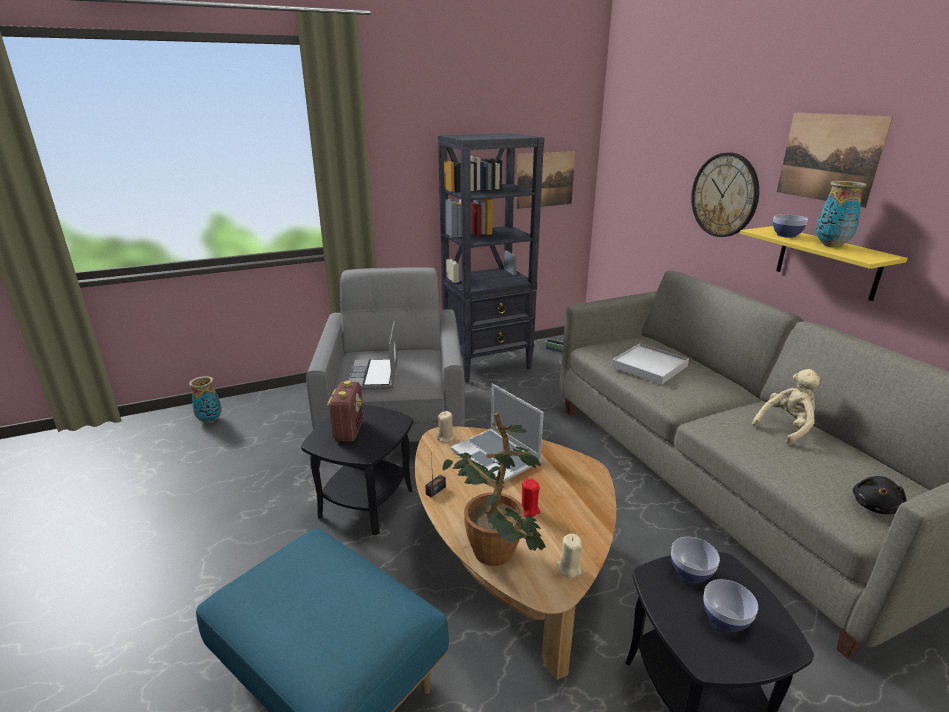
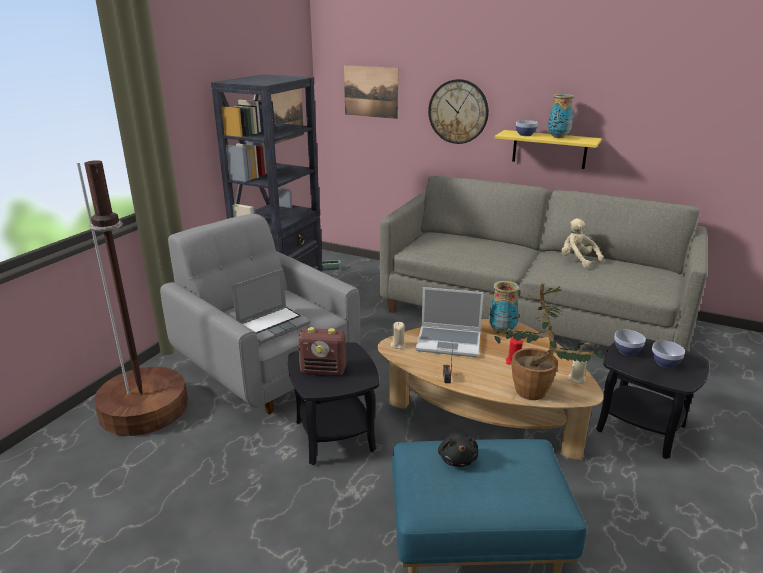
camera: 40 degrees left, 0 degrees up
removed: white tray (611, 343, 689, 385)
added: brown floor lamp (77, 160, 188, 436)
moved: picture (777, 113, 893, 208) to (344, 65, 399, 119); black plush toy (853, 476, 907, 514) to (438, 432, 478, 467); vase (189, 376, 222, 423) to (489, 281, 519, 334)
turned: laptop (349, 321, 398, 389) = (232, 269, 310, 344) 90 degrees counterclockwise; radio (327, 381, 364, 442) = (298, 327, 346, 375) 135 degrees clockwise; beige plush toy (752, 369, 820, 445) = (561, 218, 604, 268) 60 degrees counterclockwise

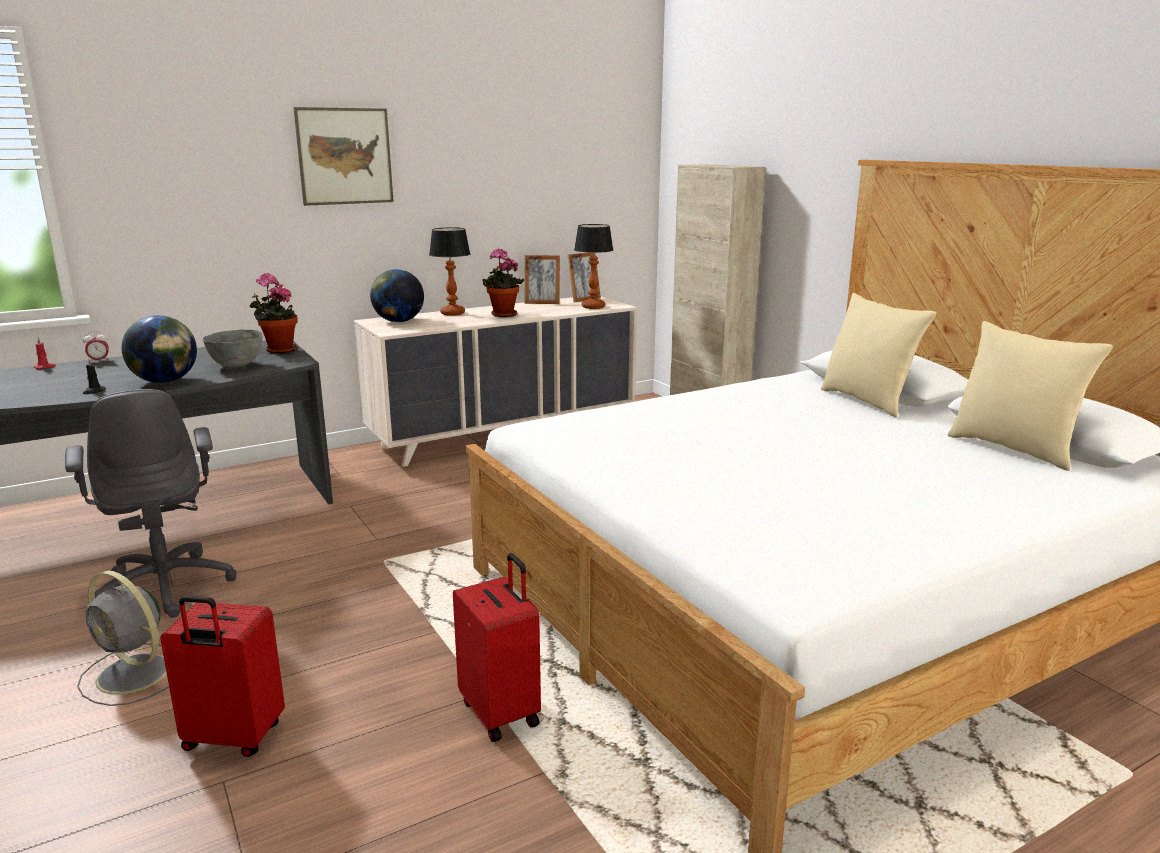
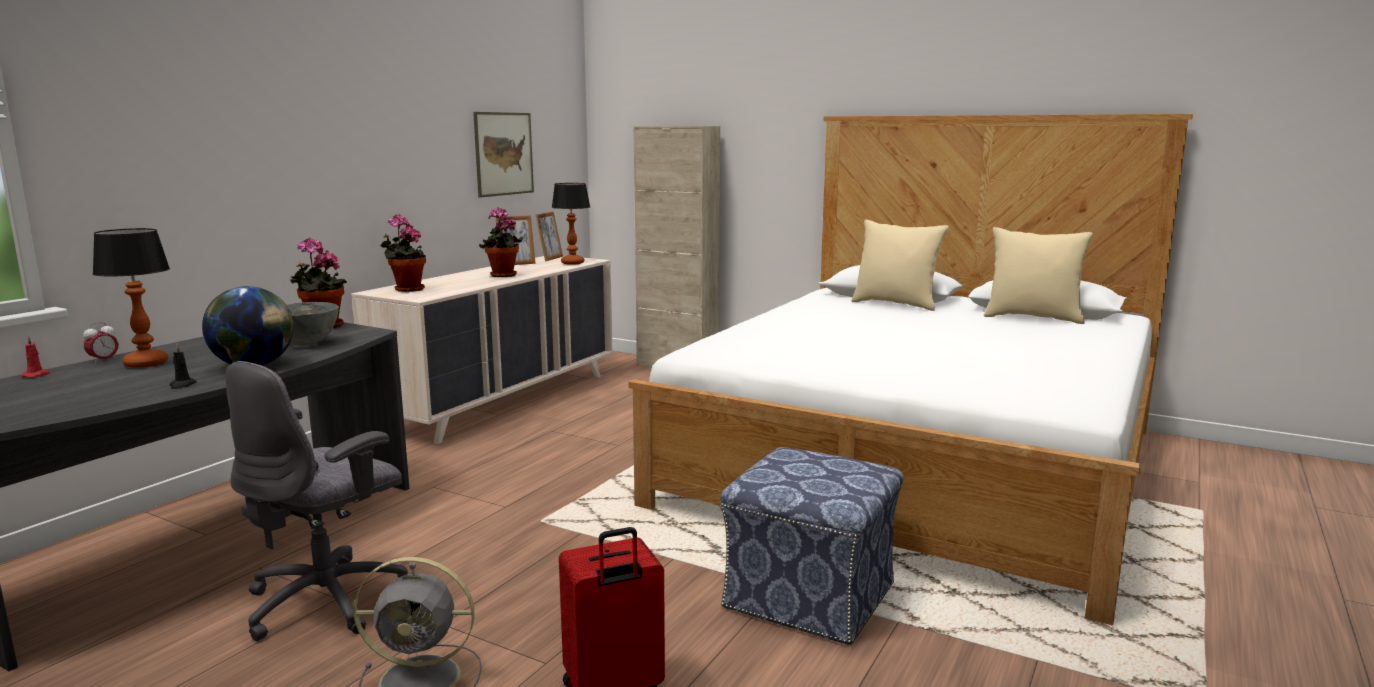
camera: 30 degrees left, 5 degrees down
moved: table lamp (429, 227, 470, 316) to (92, 228, 170, 368); picture (293, 107, 394, 206) to (473, 112, 534, 197)
replaced: globe (370, 269, 424, 322) to potted plant (380, 214, 426, 292); red suitcase (453, 553, 541, 742) to ottoman (720, 447, 903, 645)
turned: grey office chair (65, 389, 236, 618) = (226, 361, 408, 641) 90 degrees clockwise

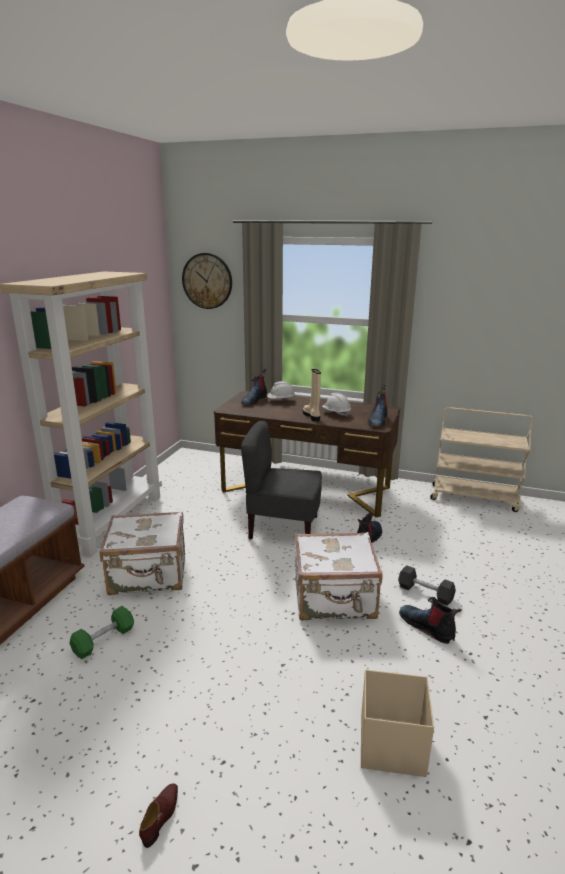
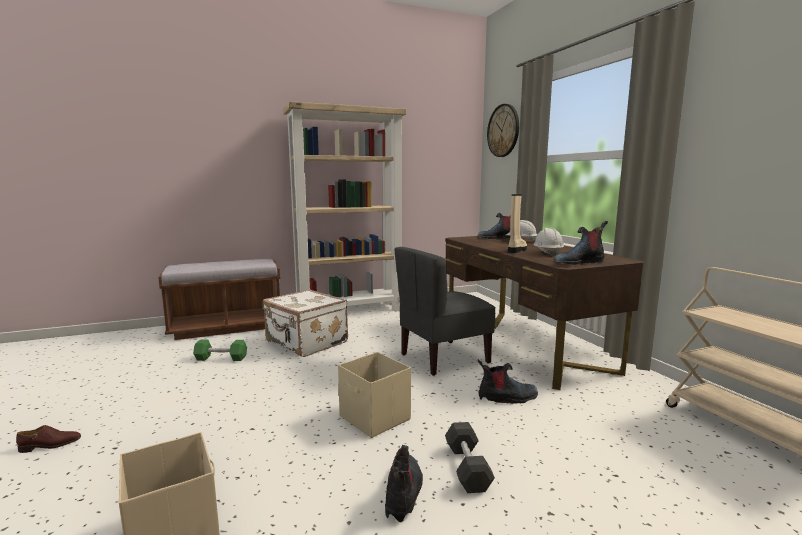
camera: 50 degrees right, 10 degrees down
replaced: white suitcase (295, 532, 383, 621) to beige storage box (338, 352, 411, 438)
turned: grey chair (241, 421, 322, 540) = (394, 247, 496, 376) 90 degrees counterclockwise

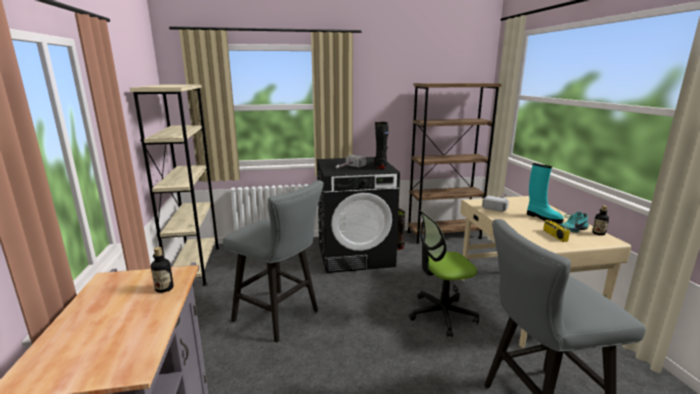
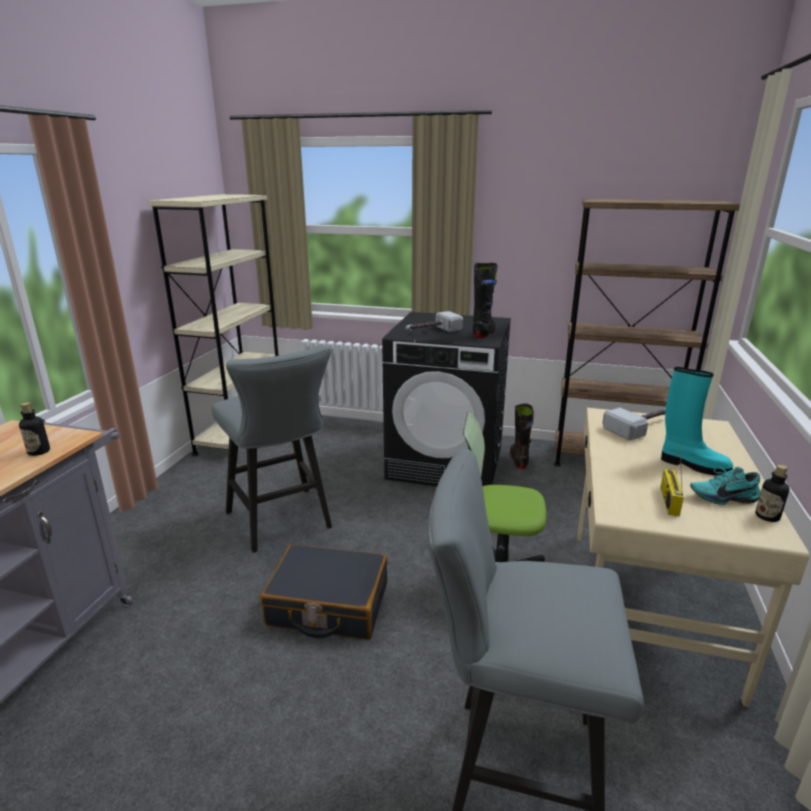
camera: 25 degrees right, 5 degrees up
added: black suitcase (261, 544, 388, 640)
turned: turquoise boot (527, 163, 564, 224) = (661, 367, 733, 476) 45 degrees counterclockwise

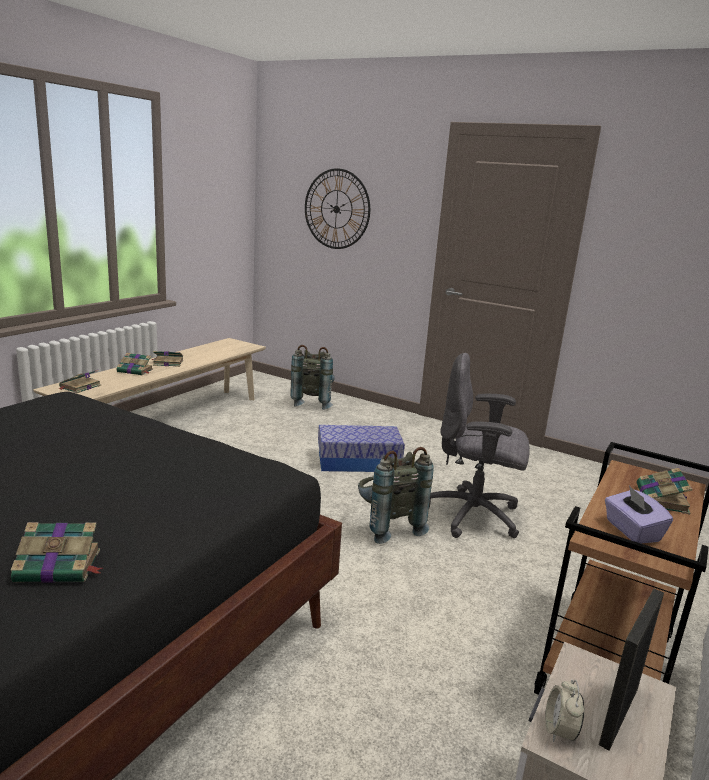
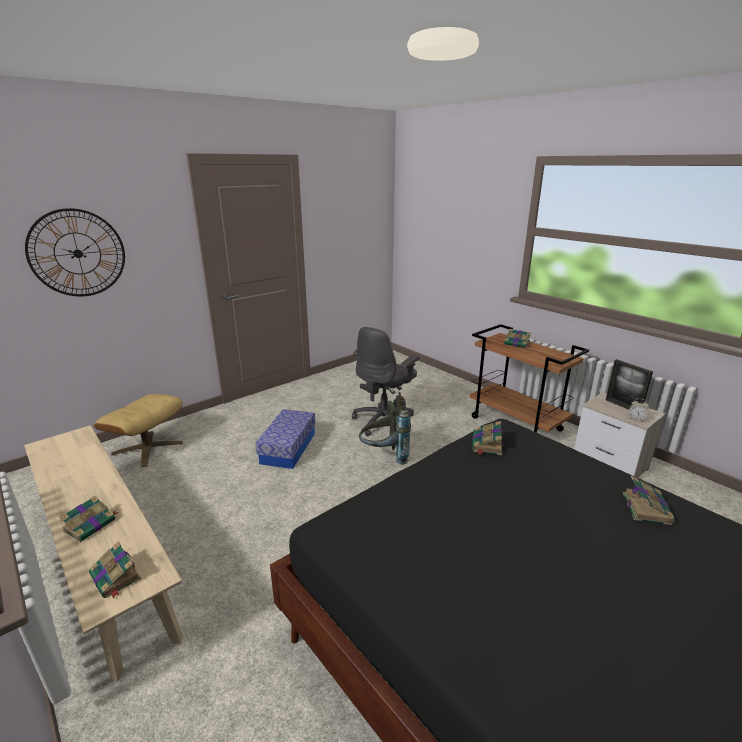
camera: 70 degrees left, 5 degrees up
removed: purple tissue box (605, 486, 673, 543)
moved: book (153, 351, 183, 367) to (472, 421, 504, 455)
replaced: grey backpack (290, 345, 335, 410) to beige ottoman (94, 394, 183, 467)

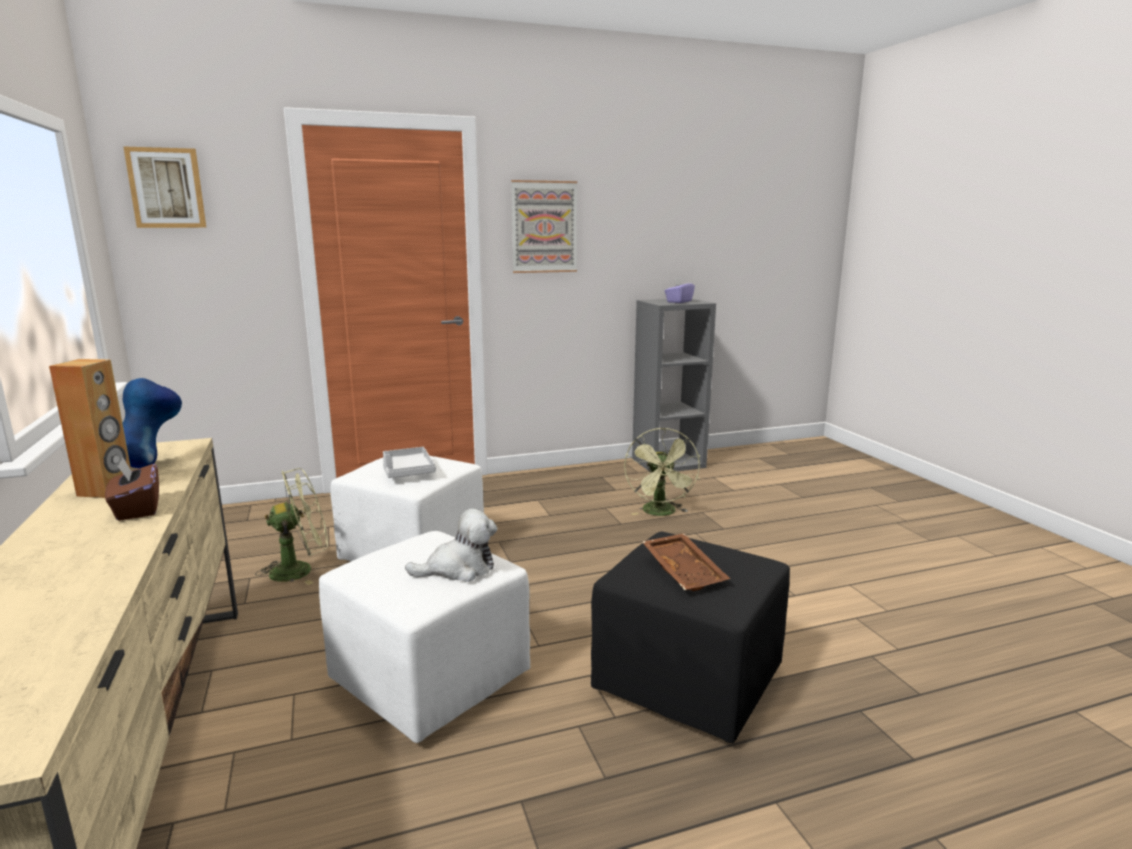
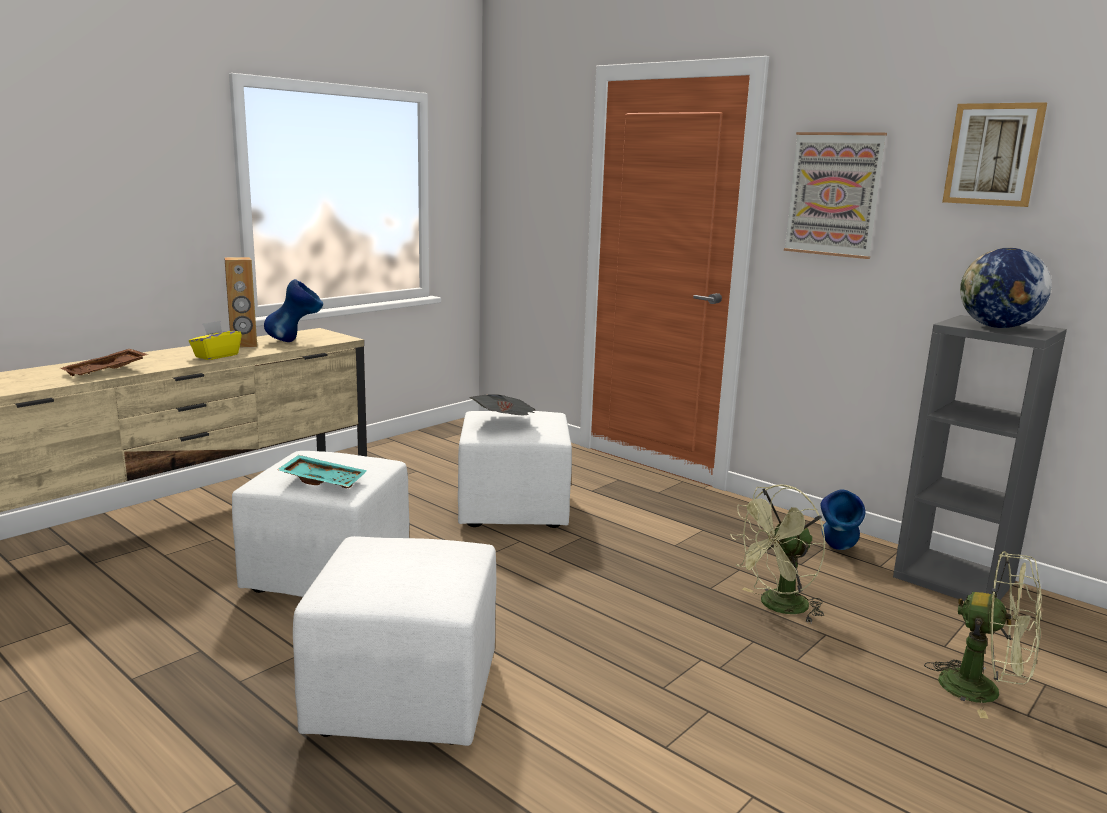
camera: 60 degrees right, 0 degrees up
added: blue vase (821, 489, 865, 550)
moved: brown tray (642, 533, 730, 591) to (60, 349, 149, 376); green fan (255, 468, 328, 585) to (924, 551, 1042, 719); picture (123, 146, 207, 228) to (942, 102, 1047, 207)
replaced: plush toy (405, 508, 497, 582) to turquoise tray (277, 455, 367, 488); grey tray (383, 447, 436, 478) to newspaper (469, 394, 535, 415); purple tissue box (665, 277, 695, 303) to globe (960, 248, 1052, 328)
recoloured: brown tissue box (105, 458, 159, 521) to yellow tissue box (189, 321, 242, 360); black ottoman (591, 532, 790, 743) to white ottoman (293, 536, 496, 746)

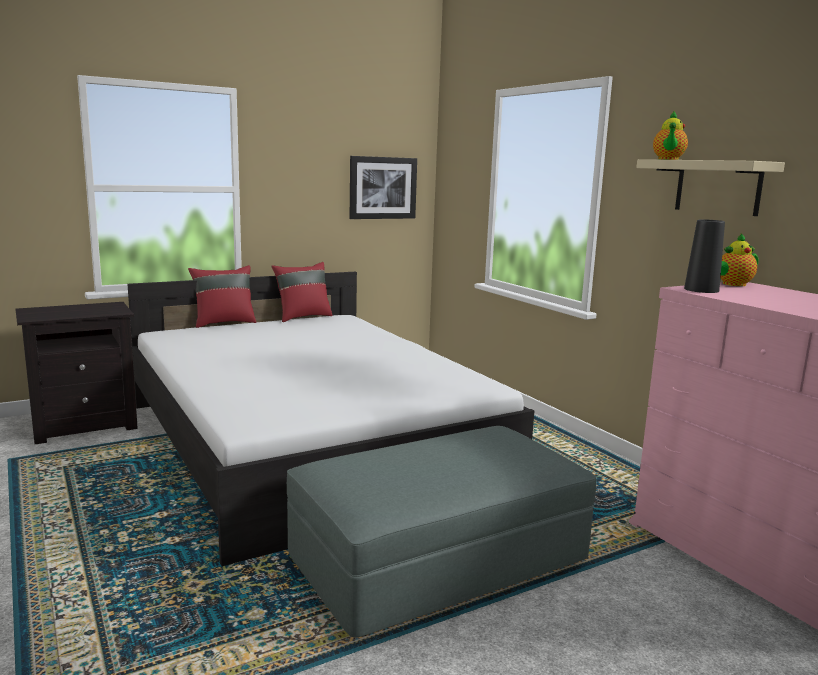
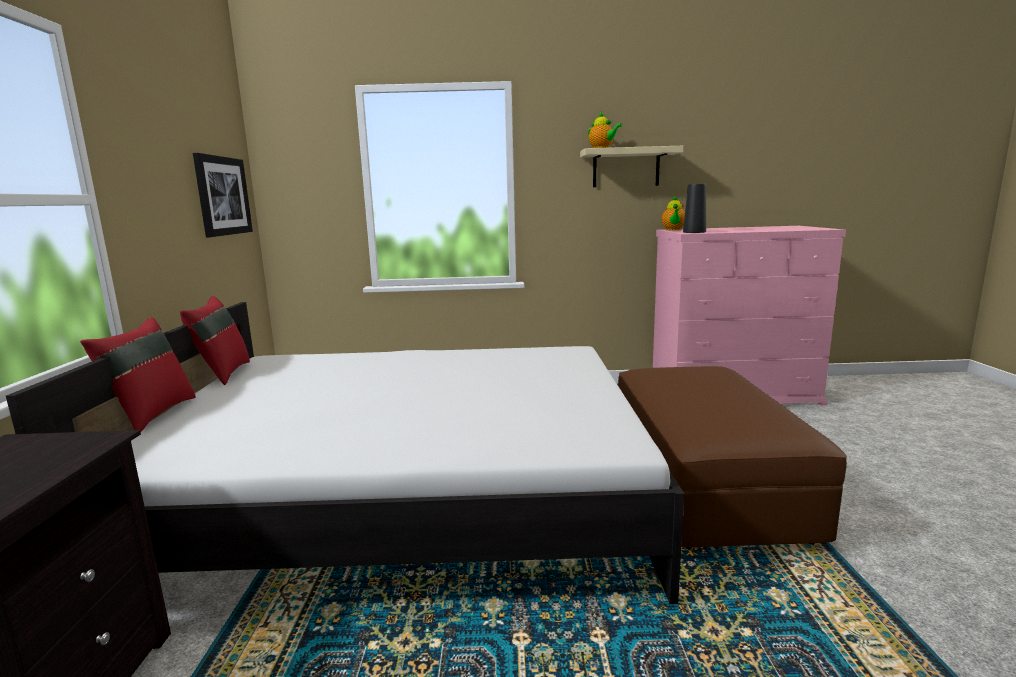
camera: 60 degrees left, 0 degrees up
recoloured: grey ottoman (287, 426, 596, 637) to brown ottoman (618, 366, 847, 549)

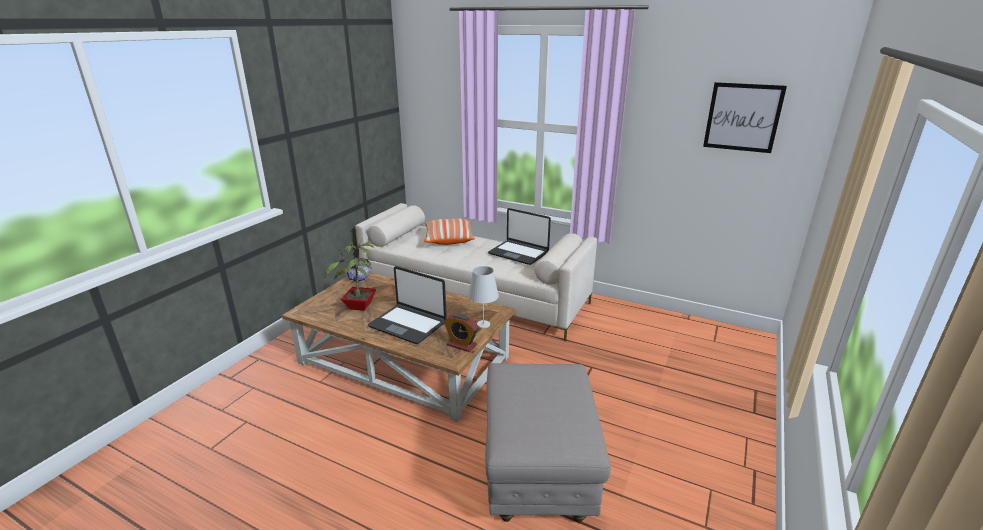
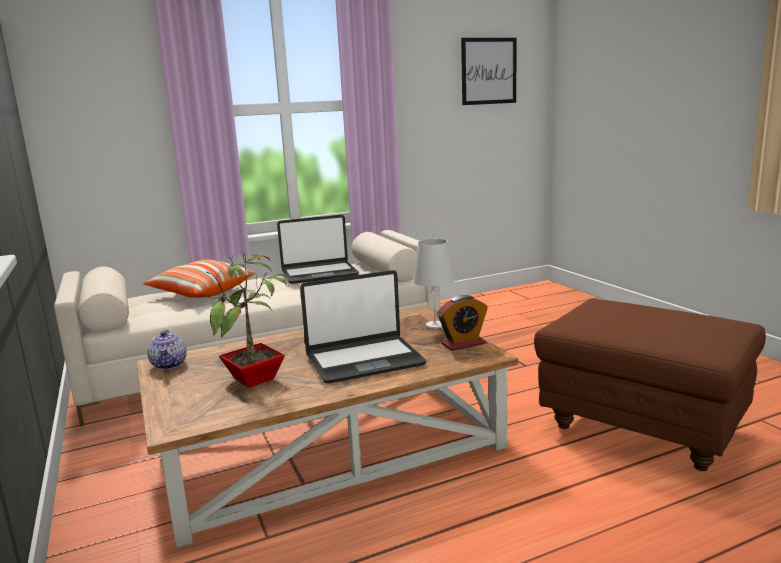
camera: 50 degrees left, 10 degrees down
recoloured: grey ottoman (485, 363, 611, 523) to brown ottoman (534, 298, 766, 471)

